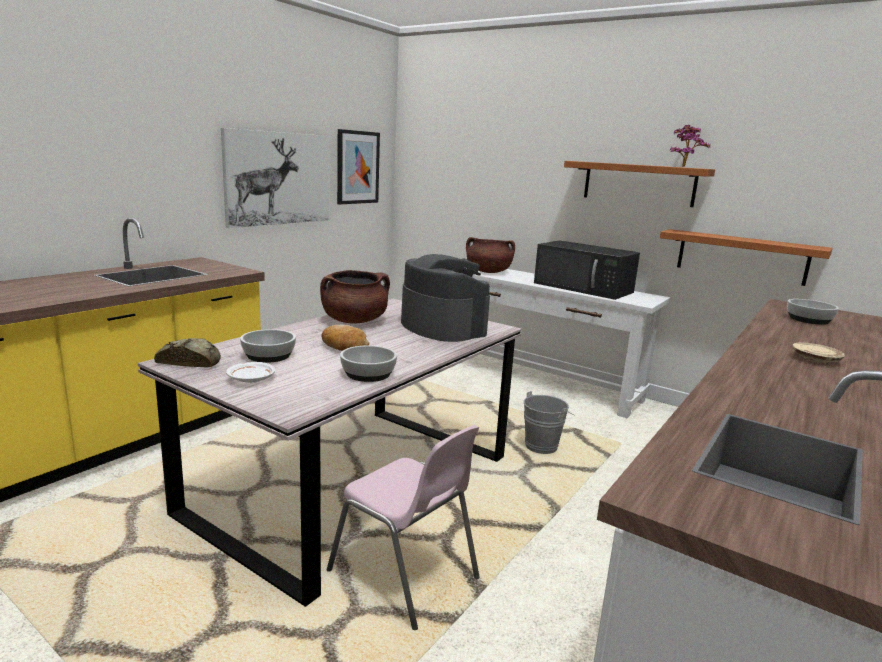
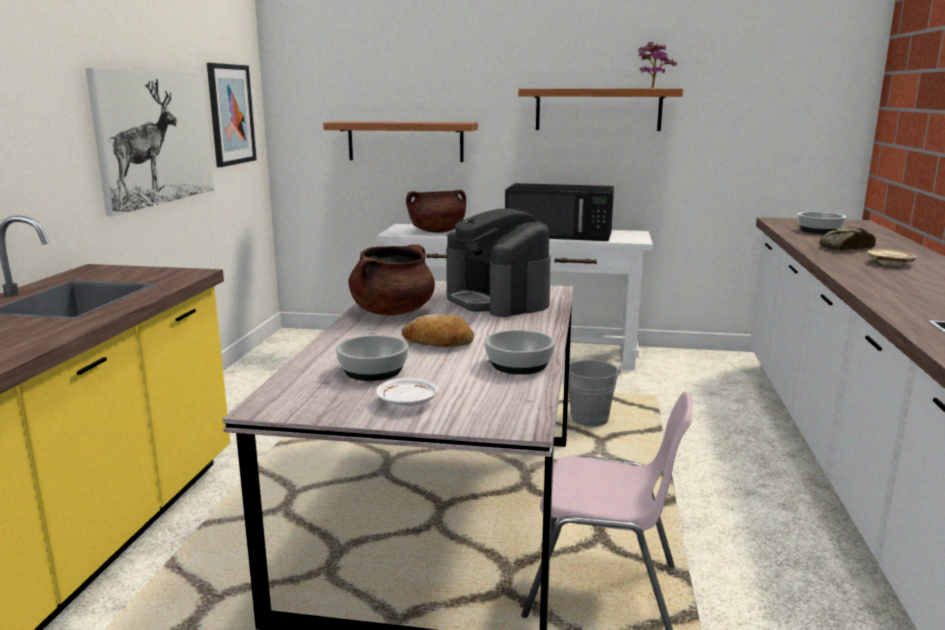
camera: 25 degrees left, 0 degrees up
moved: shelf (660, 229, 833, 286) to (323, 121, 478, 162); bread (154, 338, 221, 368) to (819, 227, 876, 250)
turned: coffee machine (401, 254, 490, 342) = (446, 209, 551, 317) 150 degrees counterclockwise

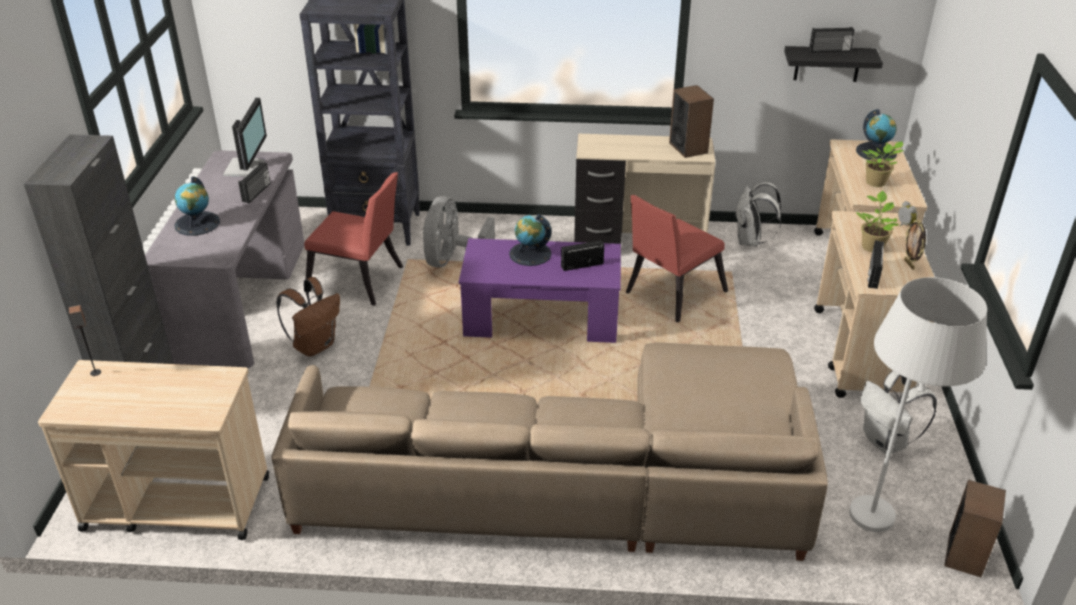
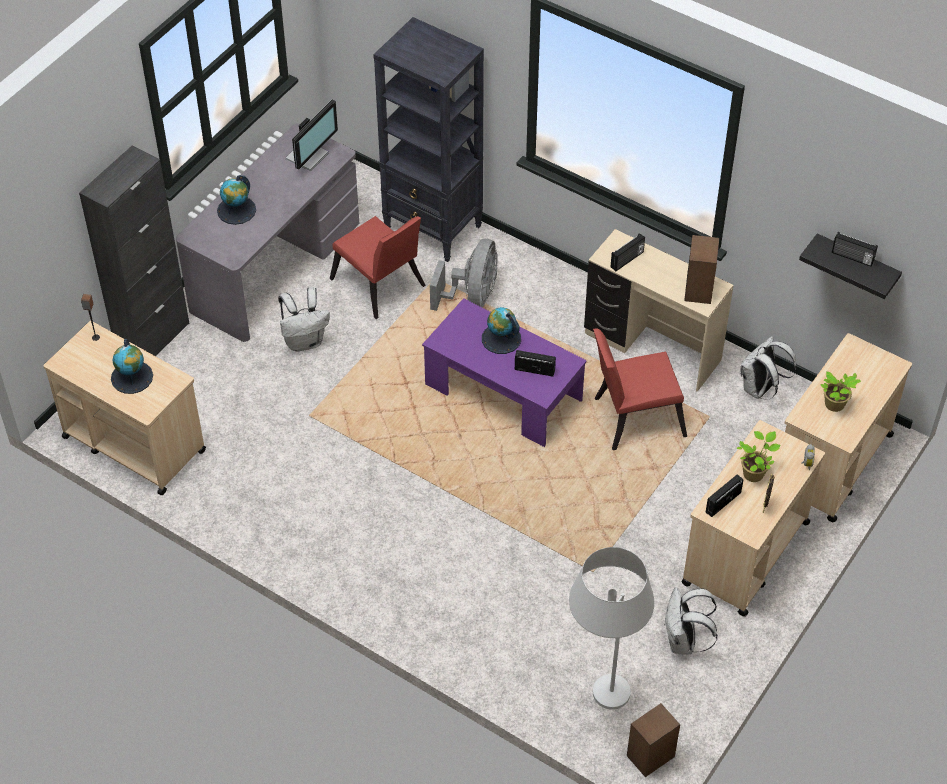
camera: 30 degrees right, 15 degrees up
removed: beige sofa (271, 342, 828, 561)
moved: globe (856, 109, 897, 161) to (111, 339, 153, 394); radio (238, 162, 270, 203) to (611, 233, 645, 271)
recoloured: brown backpack (277, 277, 340, 356) to white backpack (278, 287, 330, 352)
turned: grey fan (423, 196, 495, 267) = (430, 239, 497, 311) 150 degrees clockwise

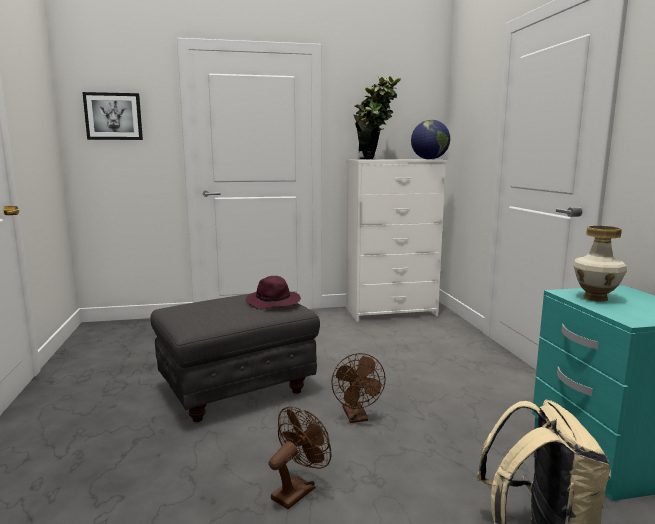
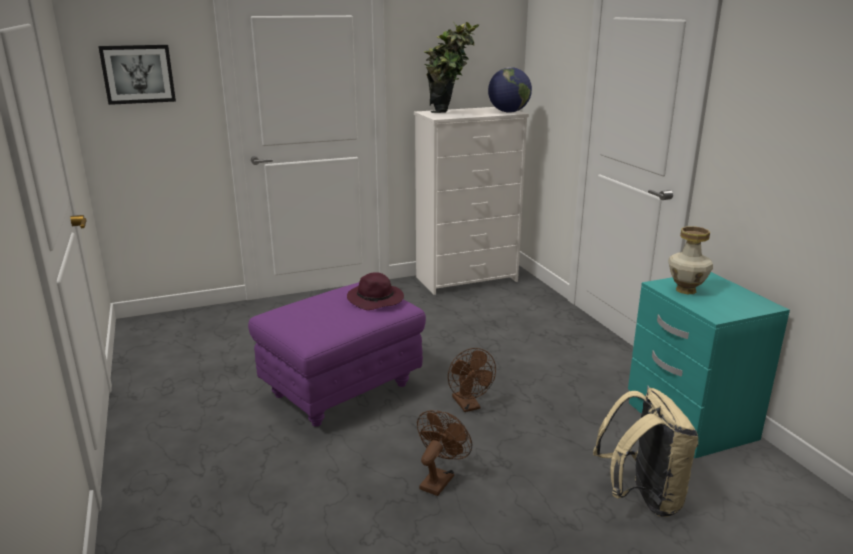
camera: 10 degrees left, 10 degrees up
recoloured: grey ottoman (150, 294, 320, 422) to purple ottoman (248, 282, 426, 427)

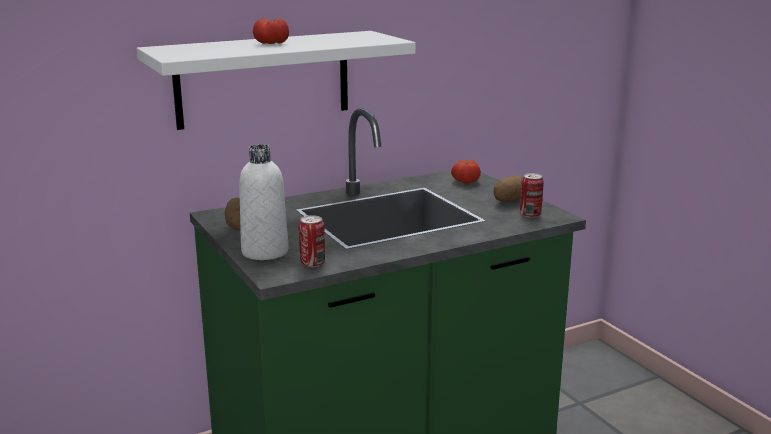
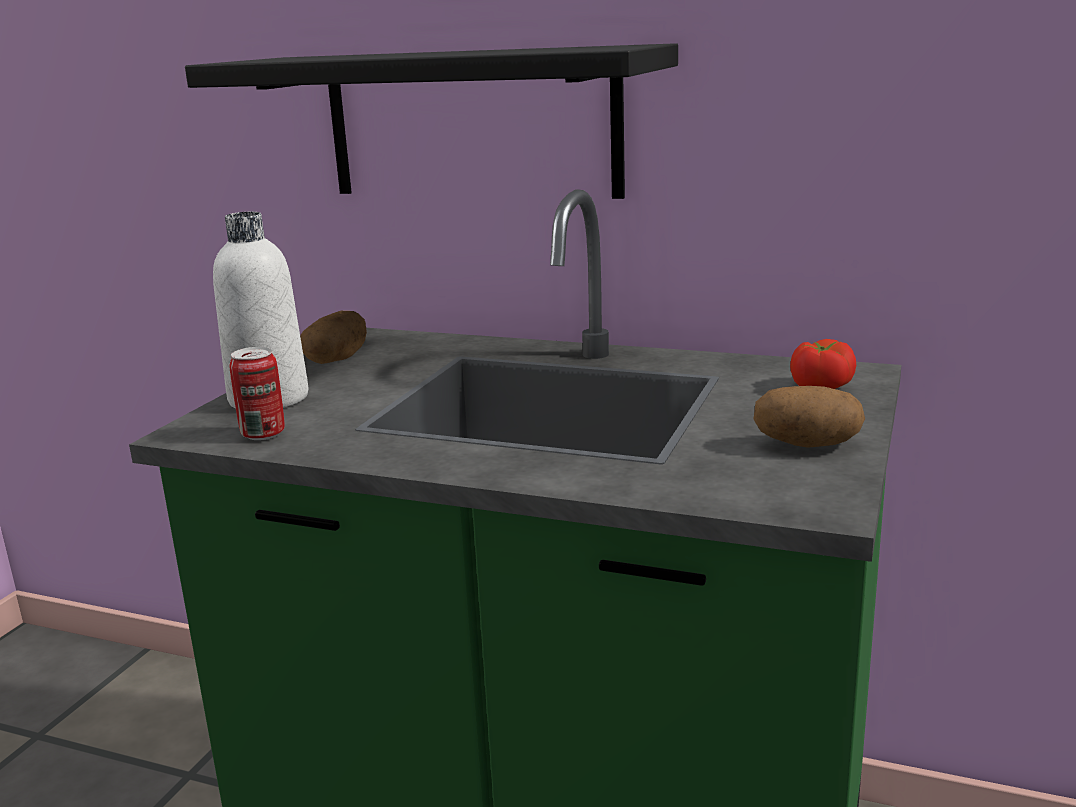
camera: 50 degrees right, 0 degrees up
removed: tomato (253, 18, 289, 44); can (520, 173, 544, 218)
recoloured: white shelf (137, 31, 416, 130) to black shelf (185, 43, 678, 199)

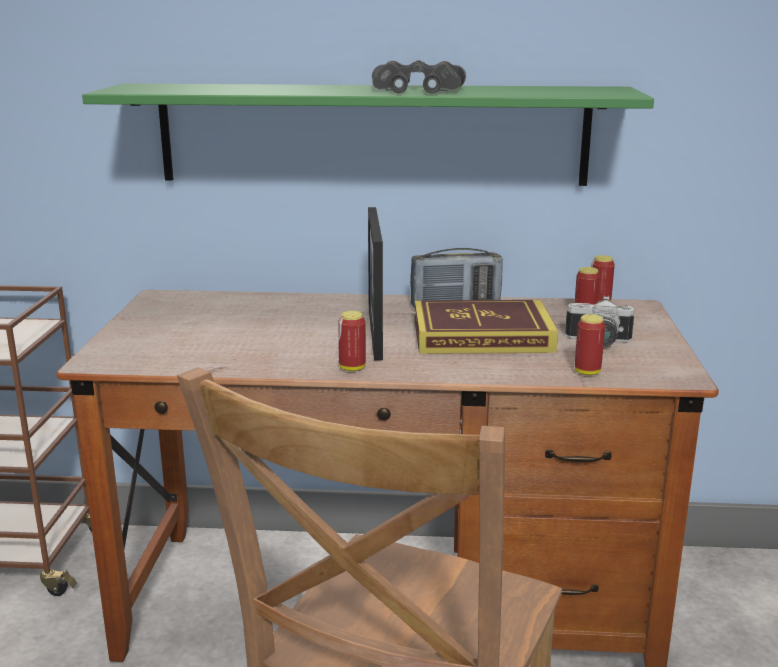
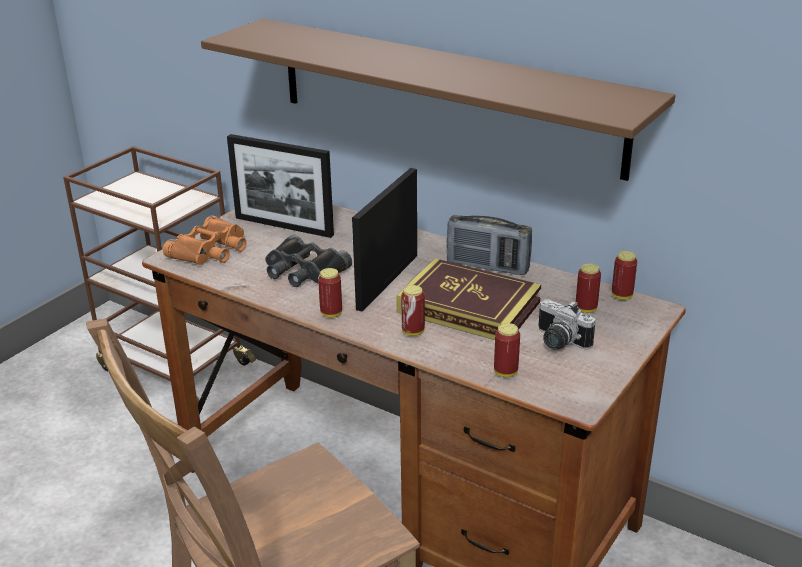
camera: 30 degrees right, 10 degrees up
added: orange binoculars (163, 215, 246, 265); picture frame (227, 134, 334, 238); can (401, 285, 425, 336)
moved: black binoculars (372, 60, 466, 94) to (265, 235, 352, 287)
recoloured: green shelf (82, 84, 654, 186) to brown shelf (201, 18, 676, 181)

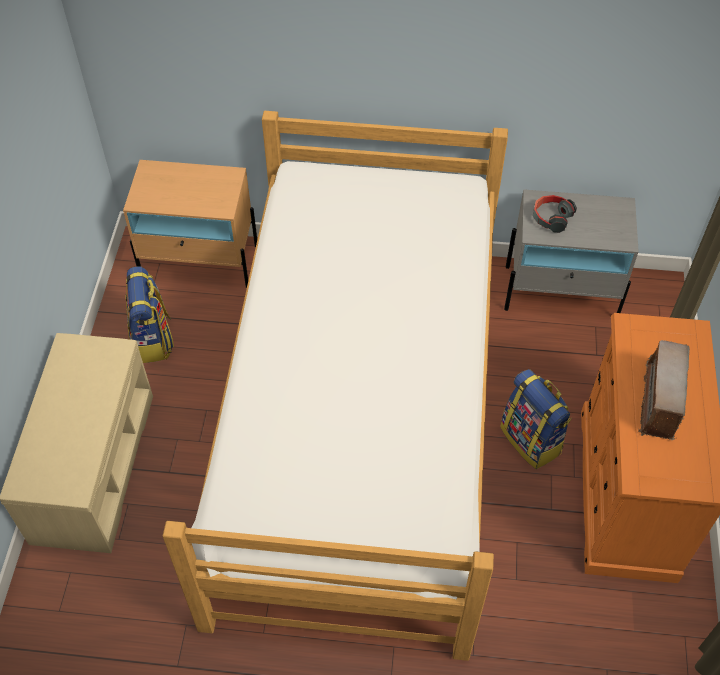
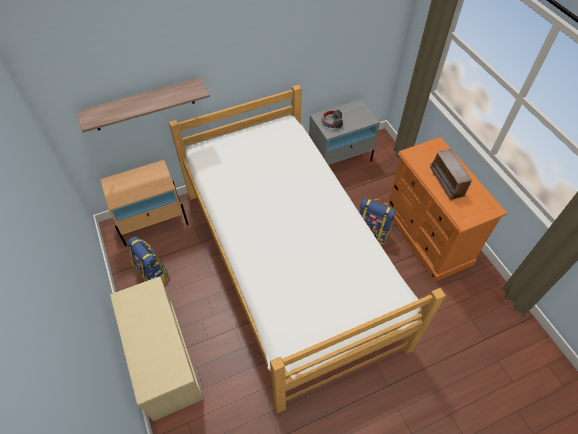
camera: 30 degrees left, 0 degrees up
added: shelf (77, 77, 210, 133)

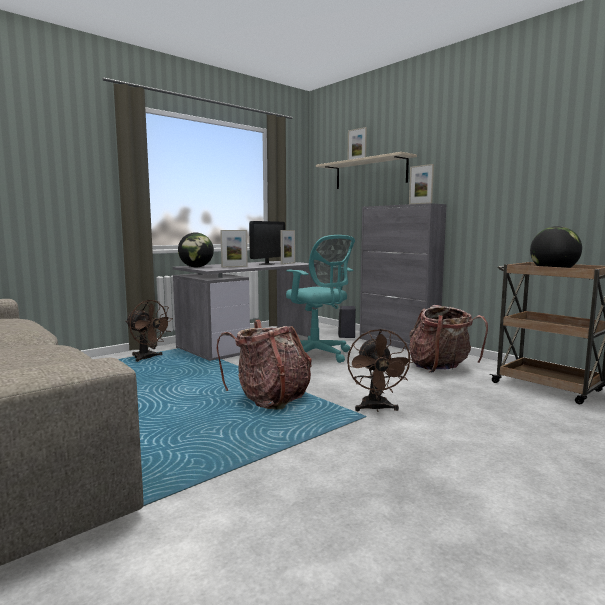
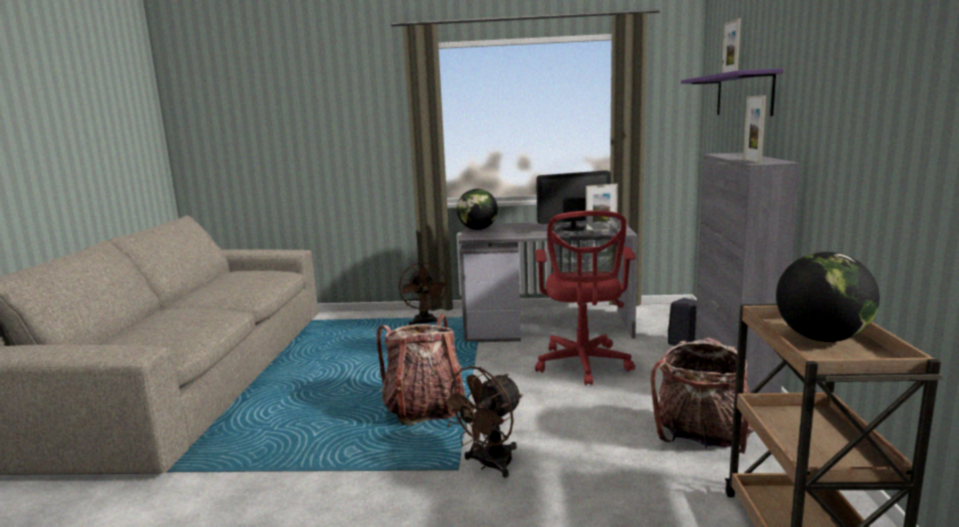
camera: 45 degrees right, 5 degrees up
removed: picture frame (220, 230, 248, 268)
recoloured: turquoise office chair (286, 235, 355, 363) to red office chair (535, 211, 636, 385); beige shelf (316, 152, 417, 189) to purple shelf (681, 68, 783, 116)

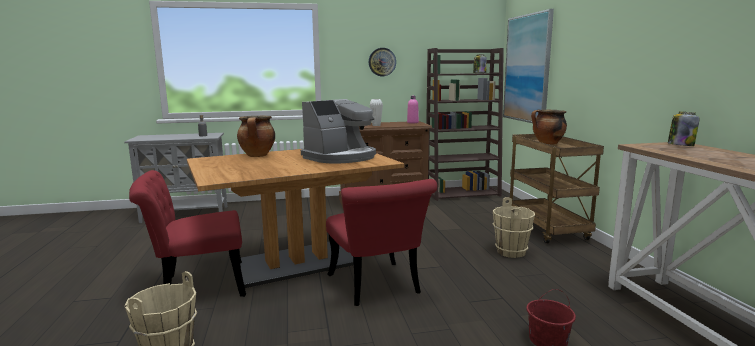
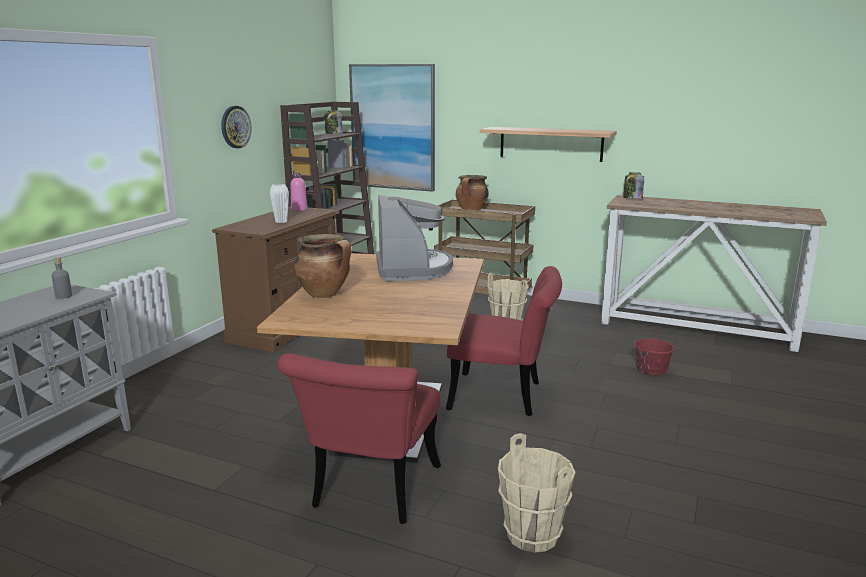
camera: 55 degrees left, 5 degrees up
added: shelf (480, 127, 617, 162)

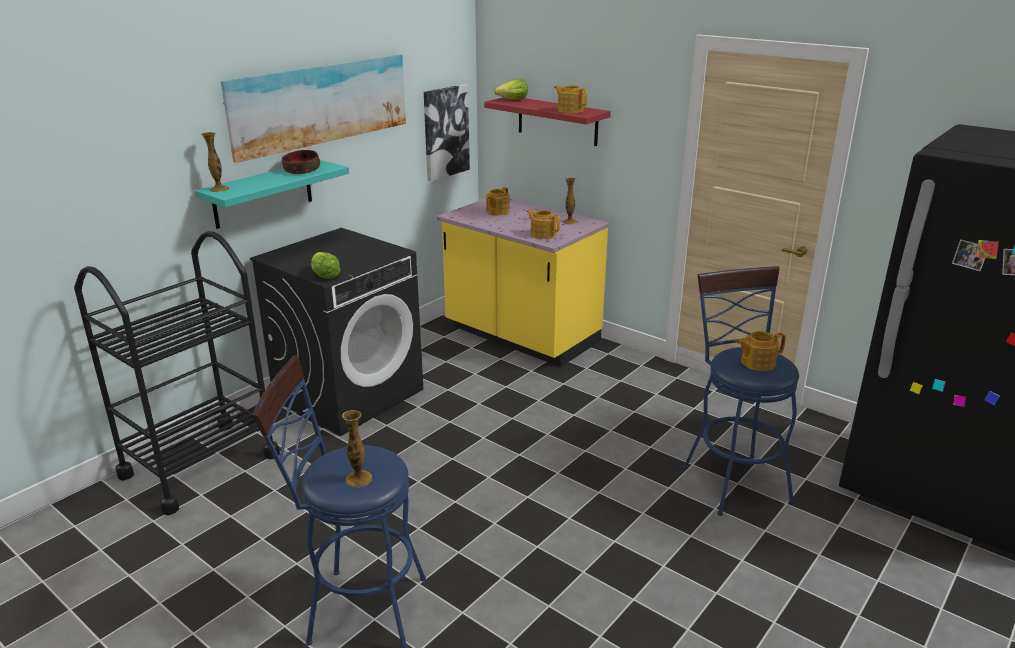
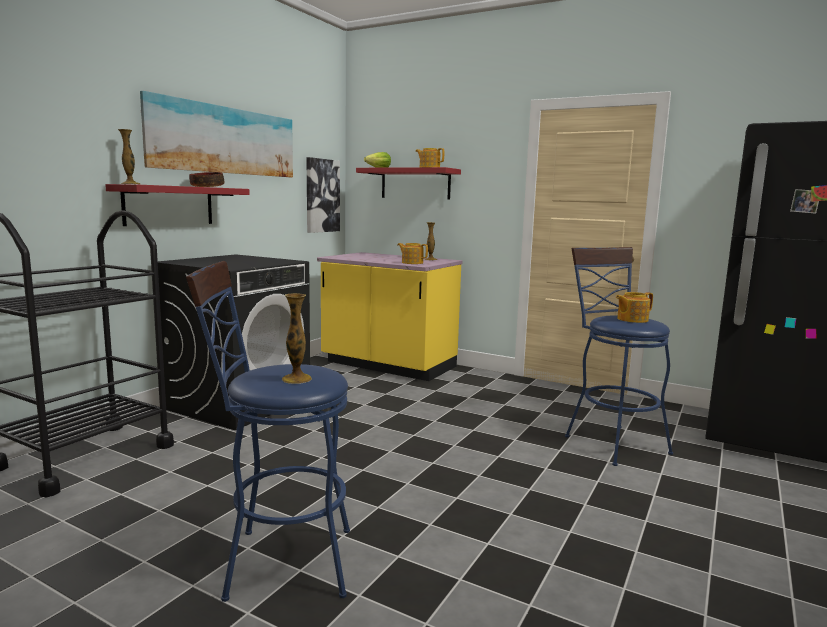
camera: 10 degrees left, 15 degrees down
removed: lettuce (311, 252, 341, 279); teapot (486, 187, 510, 216)
recoloured: turquoise shelf (195, 160, 349, 229) to red shelf (105, 184, 250, 226)

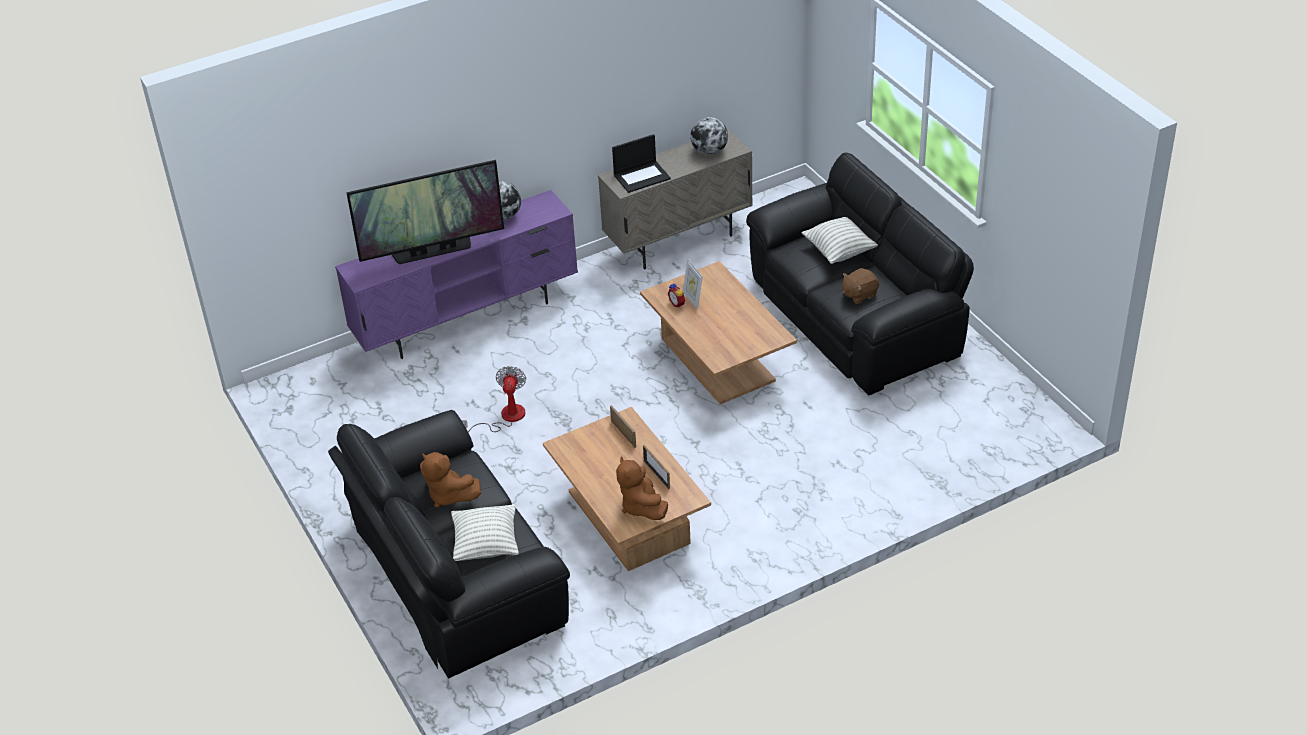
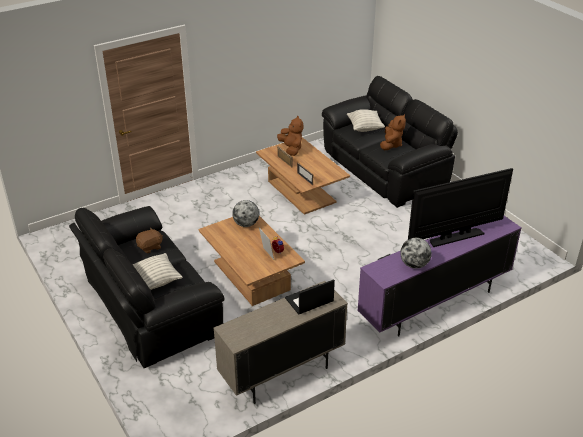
camera: 175 degrees right, 5 degrees down
removed: fan (461, 366, 526, 432)
moved: globe (690, 117, 728, 155) to (232, 200, 259, 227)
turned: brown plush toy (420, 452, 481, 508) = (380, 114, 406, 150) 75 degrees clockwise

